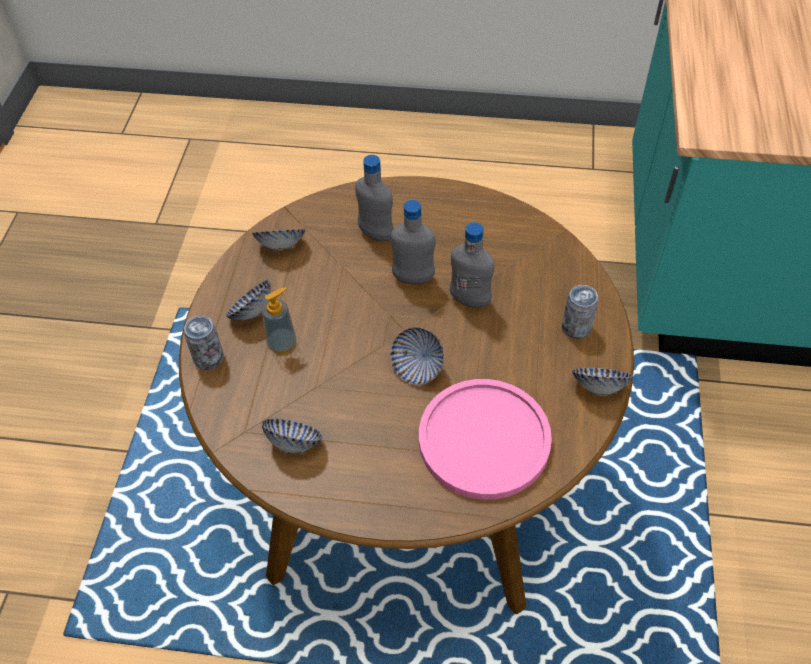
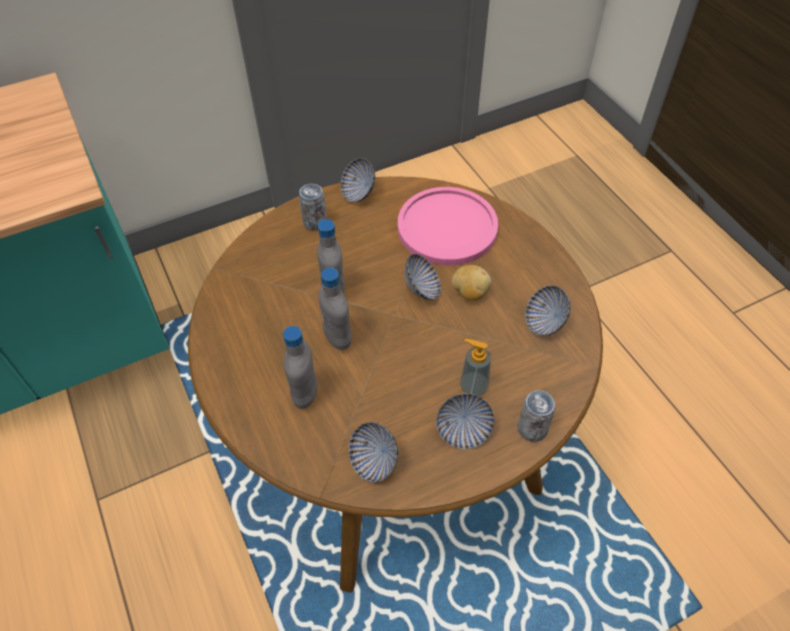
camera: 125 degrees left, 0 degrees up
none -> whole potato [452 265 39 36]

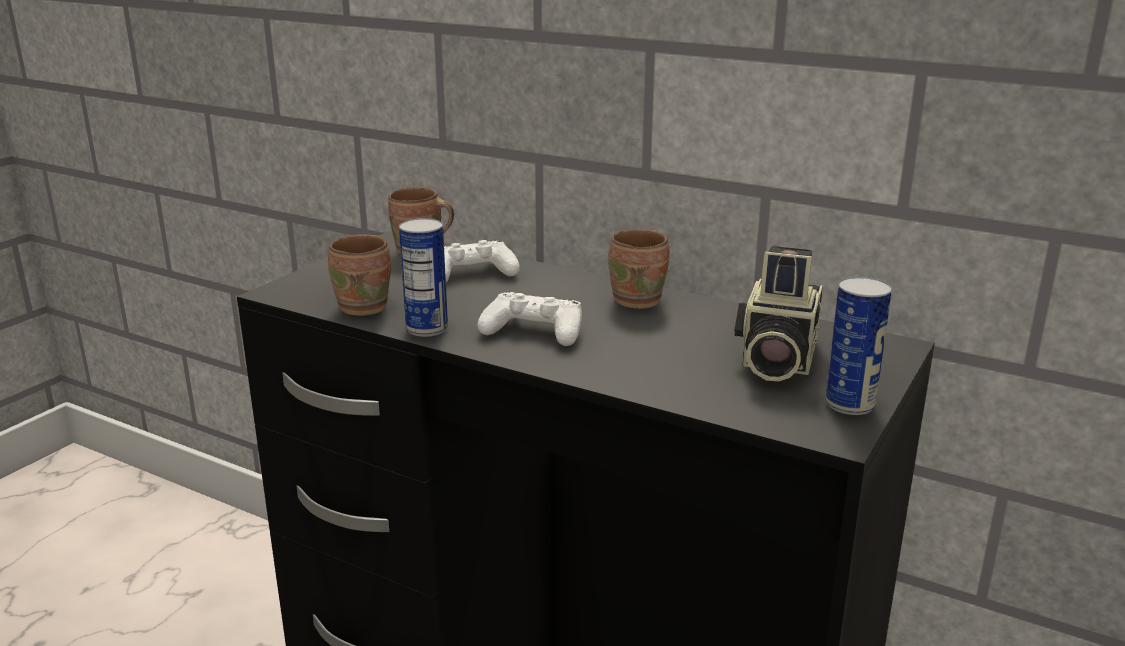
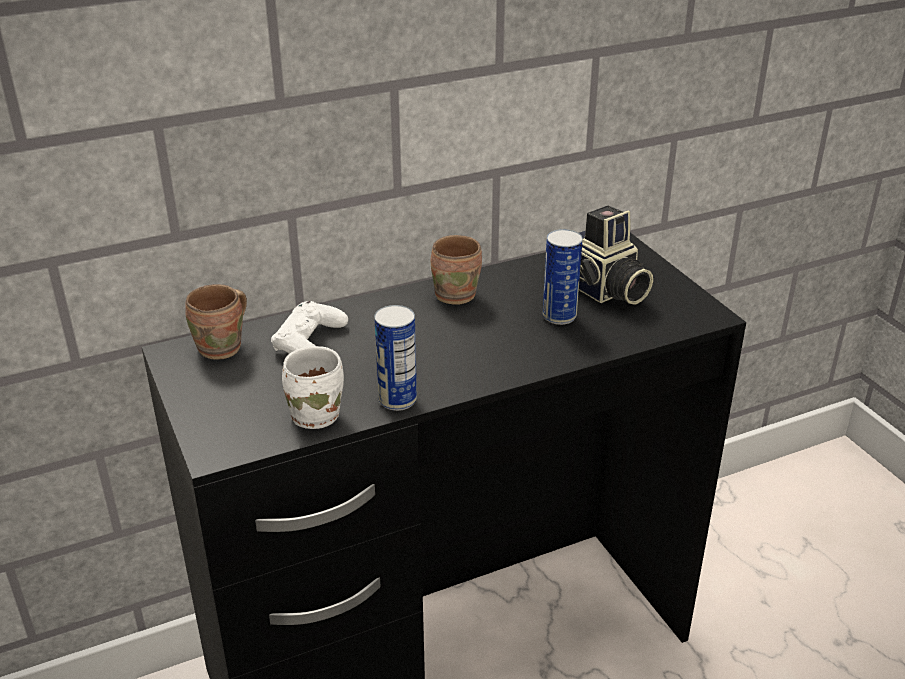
camera: 55 degrees left, 10 degrees up
brownish coffee mug [328 234 63 82] -> white-coloured coffee mug [282 346 62 83]
metal can [825 277 67 138] -> metal can [543 229 40 96], move
white-coloured gamepad [477 292 105 54] -> none

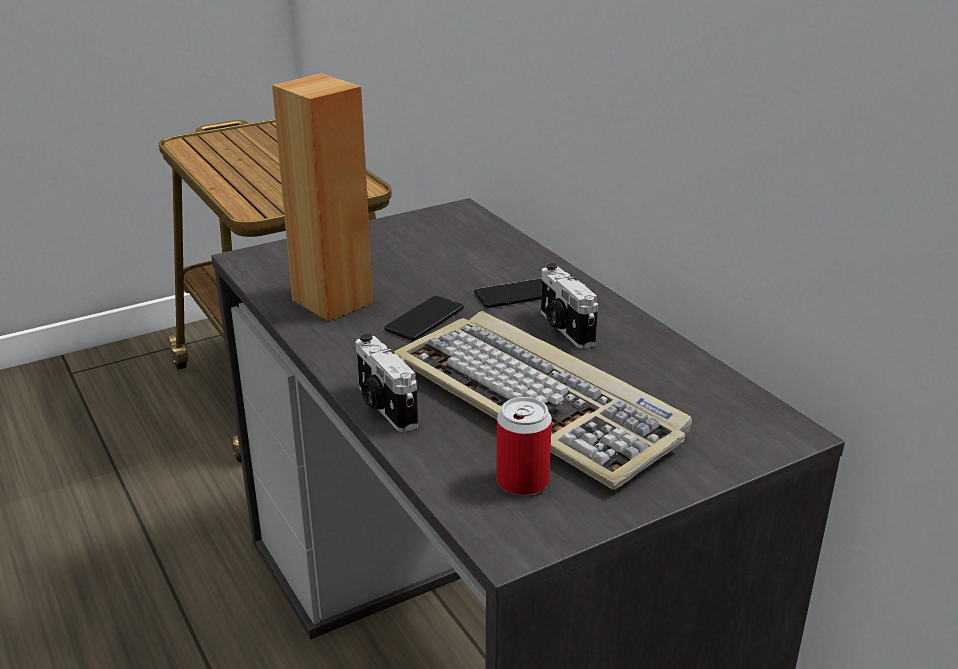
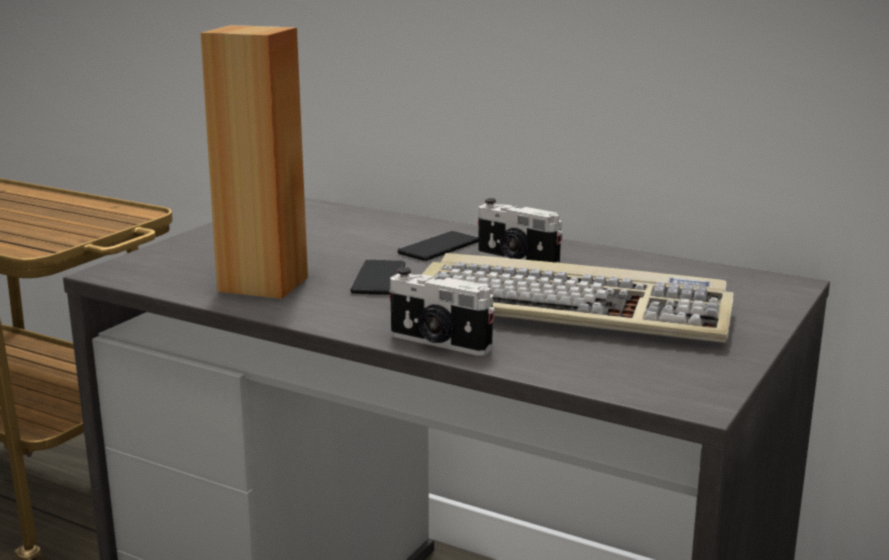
camera: 30 degrees left, 10 degrees down
metal can [496 397 56 98] -> none

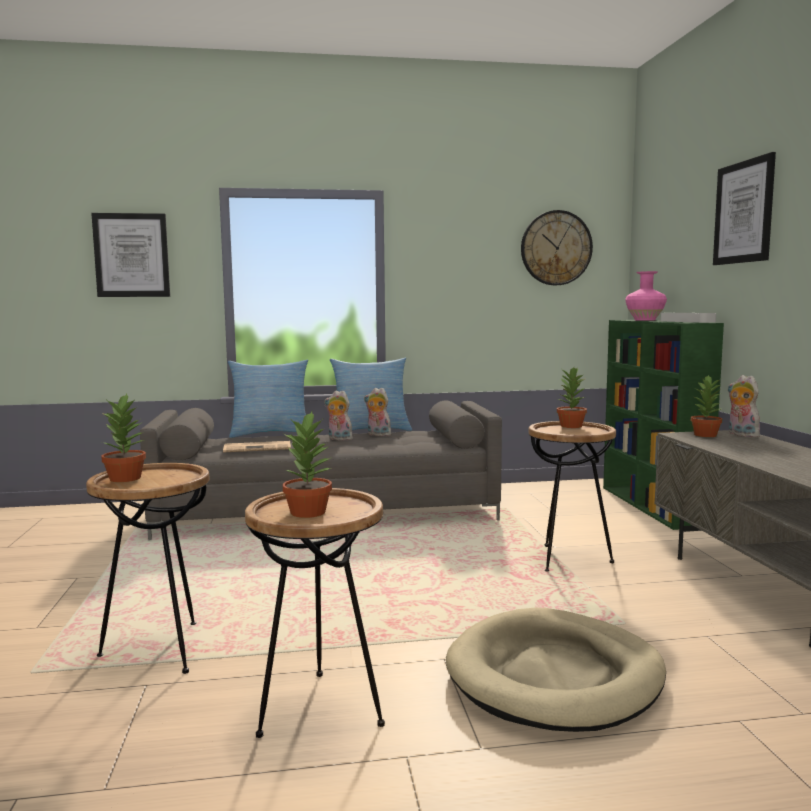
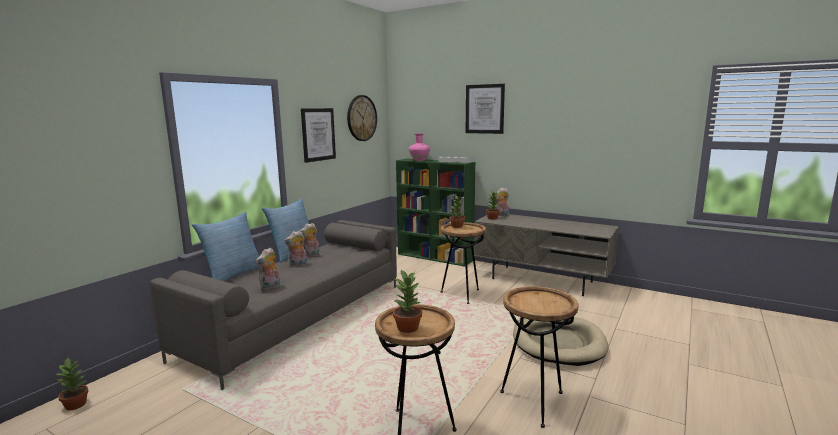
camera: 50 degrees left, 5 degrees up
plant in a pot [283 412 49 106] -> plant in a pot [54 357 34 53], move
daily paper [223 441 68 11] -> plush toy [255 248 25 42]
picture [91 213 79 84] -> picture [301 108 35 55], move

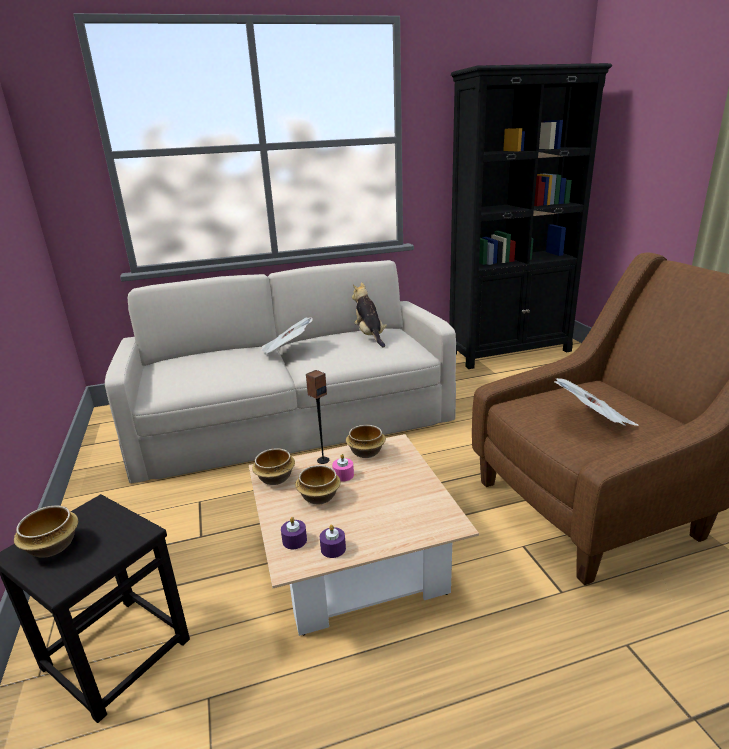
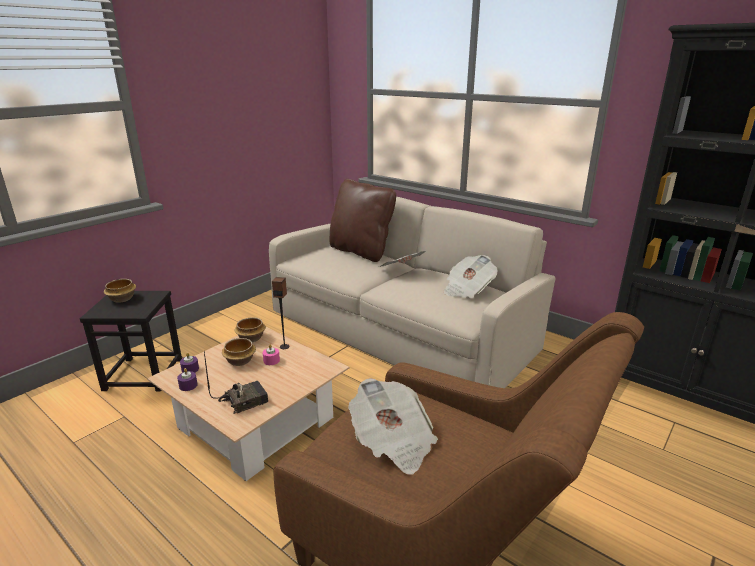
camera: 55 degrees right, 0 degrees up
none -> radio receiver [204 351 64 63]
none -> brownish cushion [329 179 67 83]
plush toy [352 282 35 65] -> daily paper [443 255 55 43]
deep dish [346 425 40 33] -> none

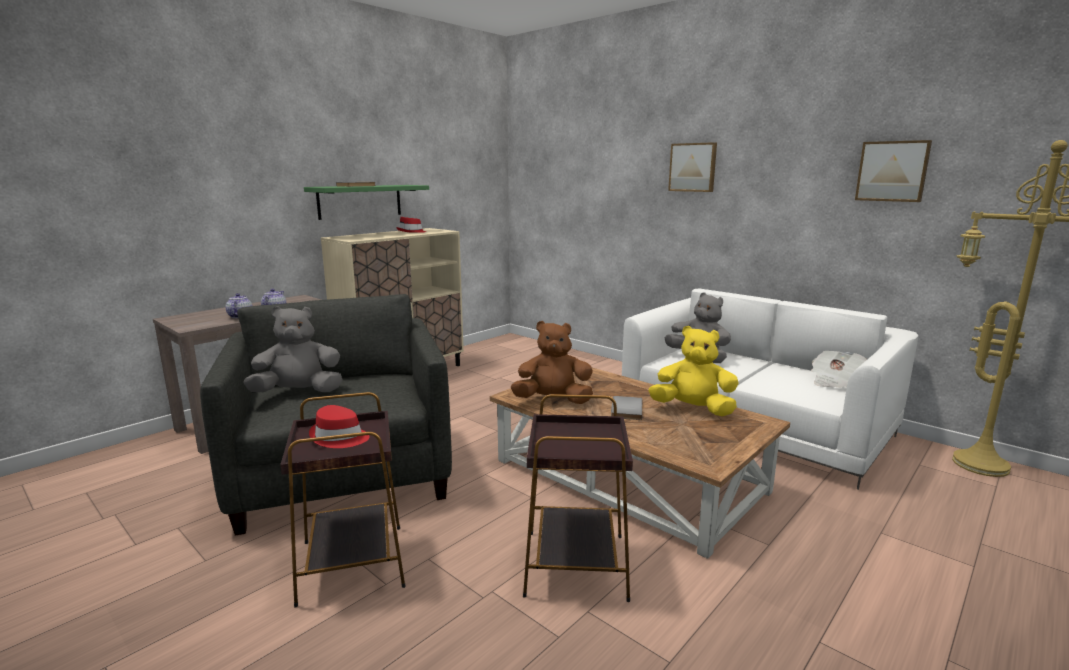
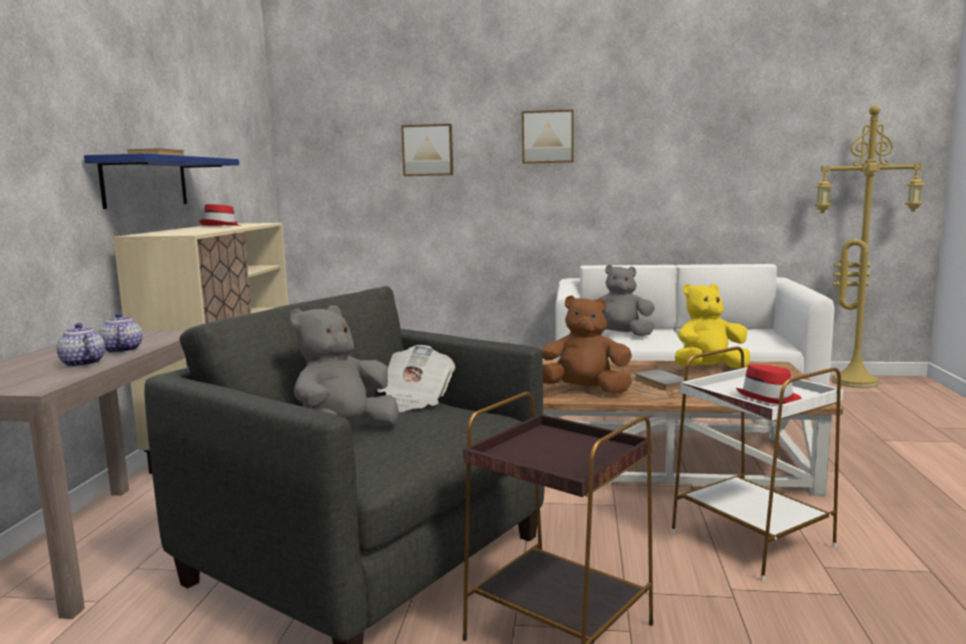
camera: 35 degrees left, 5 degrees down
green-coloured wall shelf [304 185 125 35] -> blue-coloured wall shelf [84 153 155 56]
daily paper [811 351 56 37] -> daily paper [377 345 78 67], move
picture [855 140 77 62] -> picture [401 124 52 52], move
brownish plush toy [511 321 82 83] -> brownish plush toy [542 296 90 98], 45 degrees clockwise
brownish end table [523 394 110 208] -> white-coloured end table [671 346 172 235]
reddish hat [309 405 61 43] -> reddish hat [736 364 66 40], move

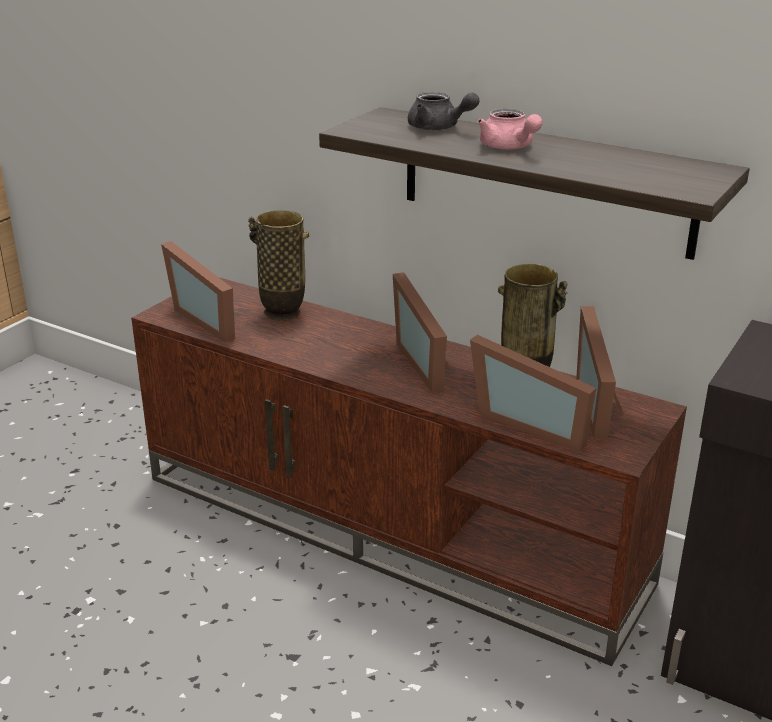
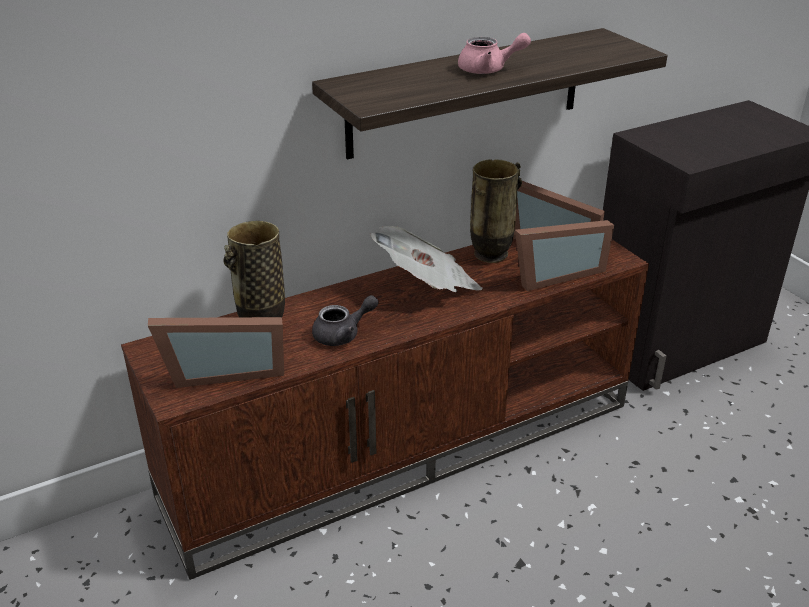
camera: 60 degrees left, 5 degrees up
grey tea pot [408 92 71 39] -> grey tea pot [312 295 67 51], move
photo frame [393 272 57 120] -> daily paper [370 226 112 66]

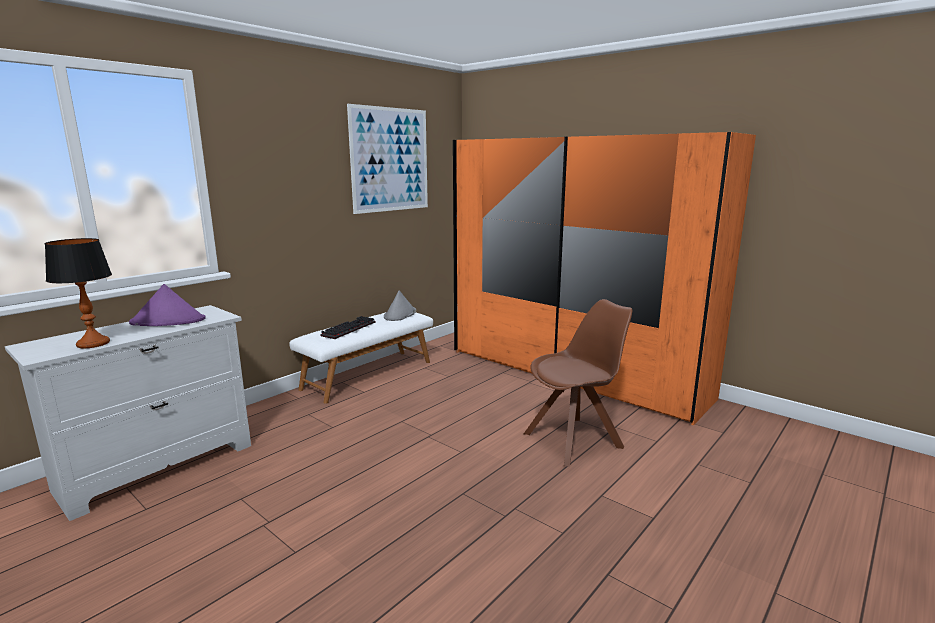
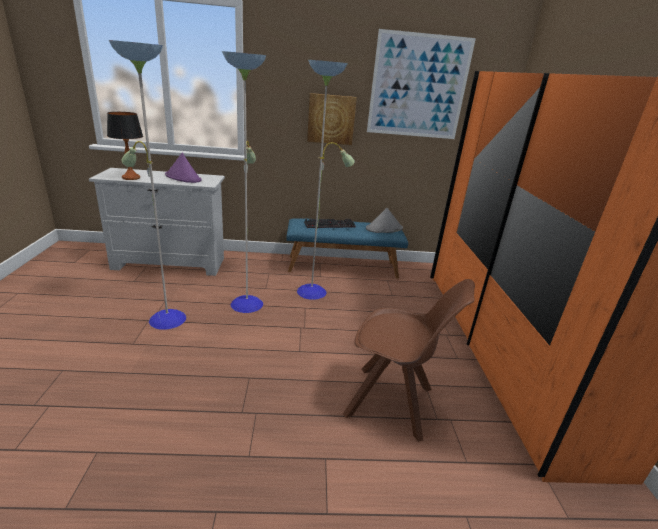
camera: 45 degrees right, 10 degrees up
none -> standard lamp [109 40 246 290]
white-coloured bench [289 312 144 92] -> blue-coloured bench [286 218 122 61]
none -> picture [307 93 50 52]

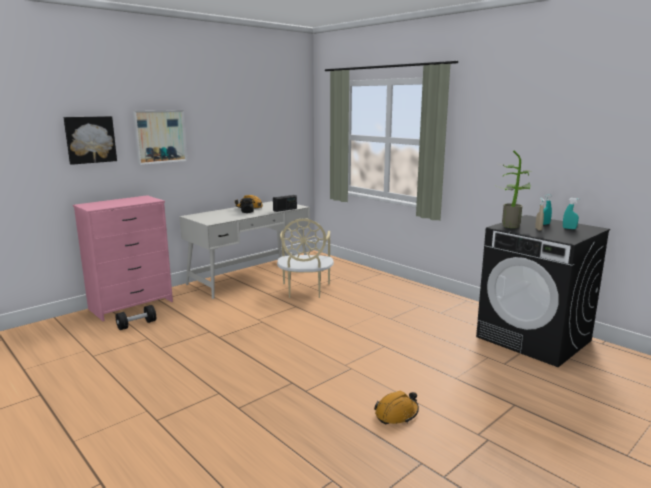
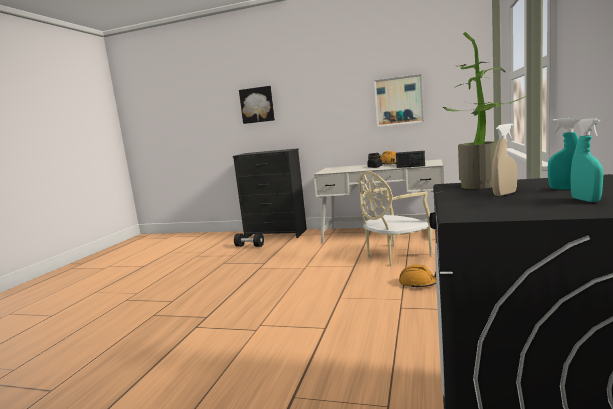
camera: 60 degrees right, 5 degrees down
pink-coloured drawer chest [73 195 100 126] -> black-coloured drawer chest [233 148 74 90]
picture [133 110 55 55] -> picture [374 74 50 53], move
orange-coloured safety helmet [374 391 45 33] -> orange-coloured safety helmet [399 265 37 23], move

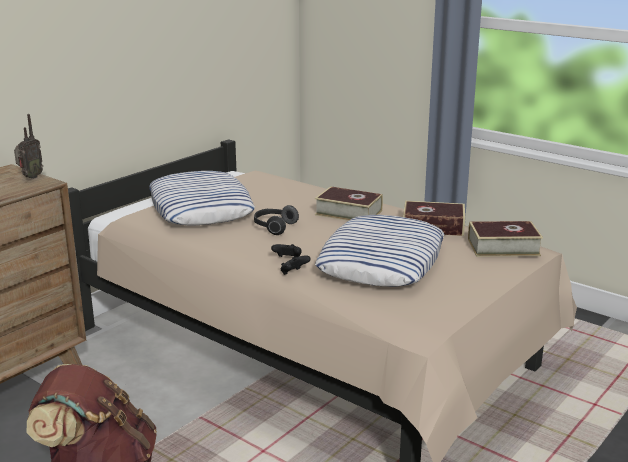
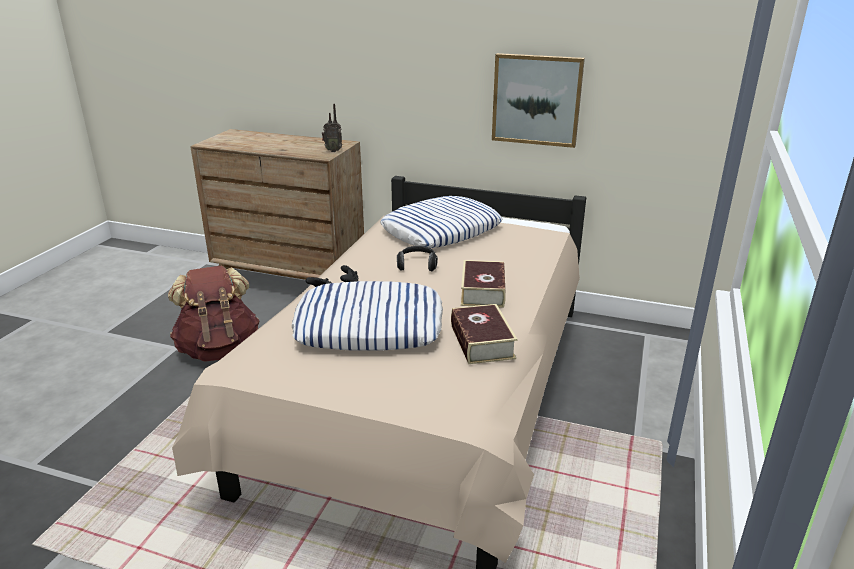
camera: 70 degrees right, 5 degrees up
none -> picture [492 53 93 95]
book [468 221 75 36] -> none

